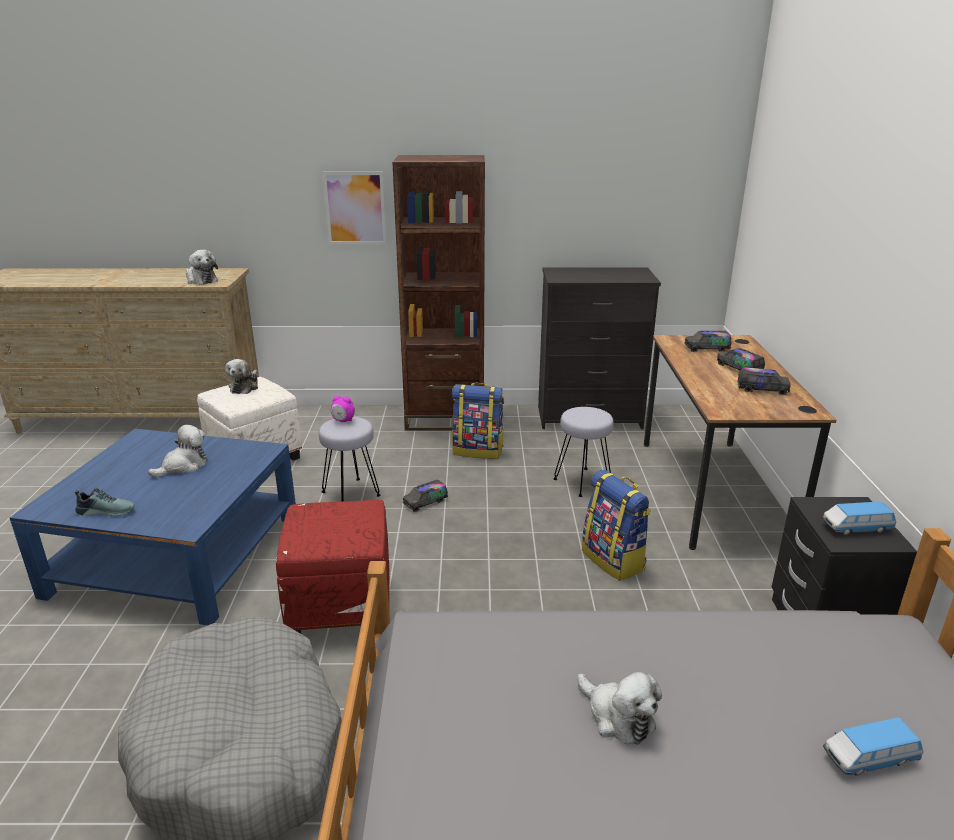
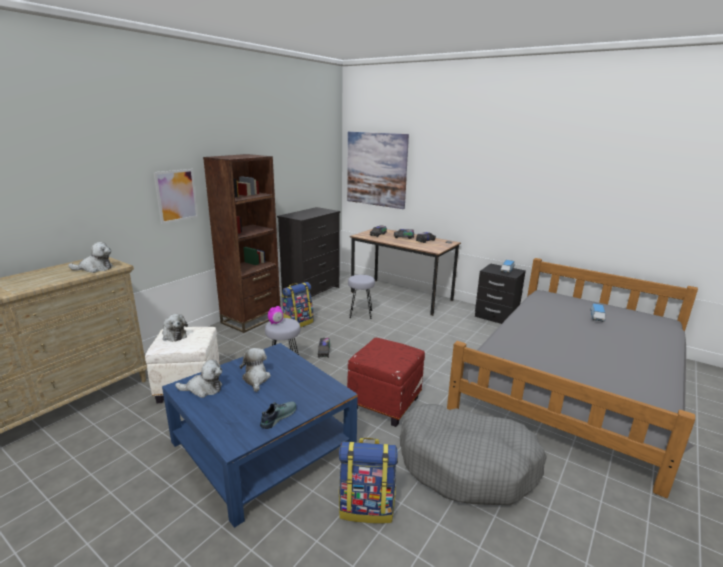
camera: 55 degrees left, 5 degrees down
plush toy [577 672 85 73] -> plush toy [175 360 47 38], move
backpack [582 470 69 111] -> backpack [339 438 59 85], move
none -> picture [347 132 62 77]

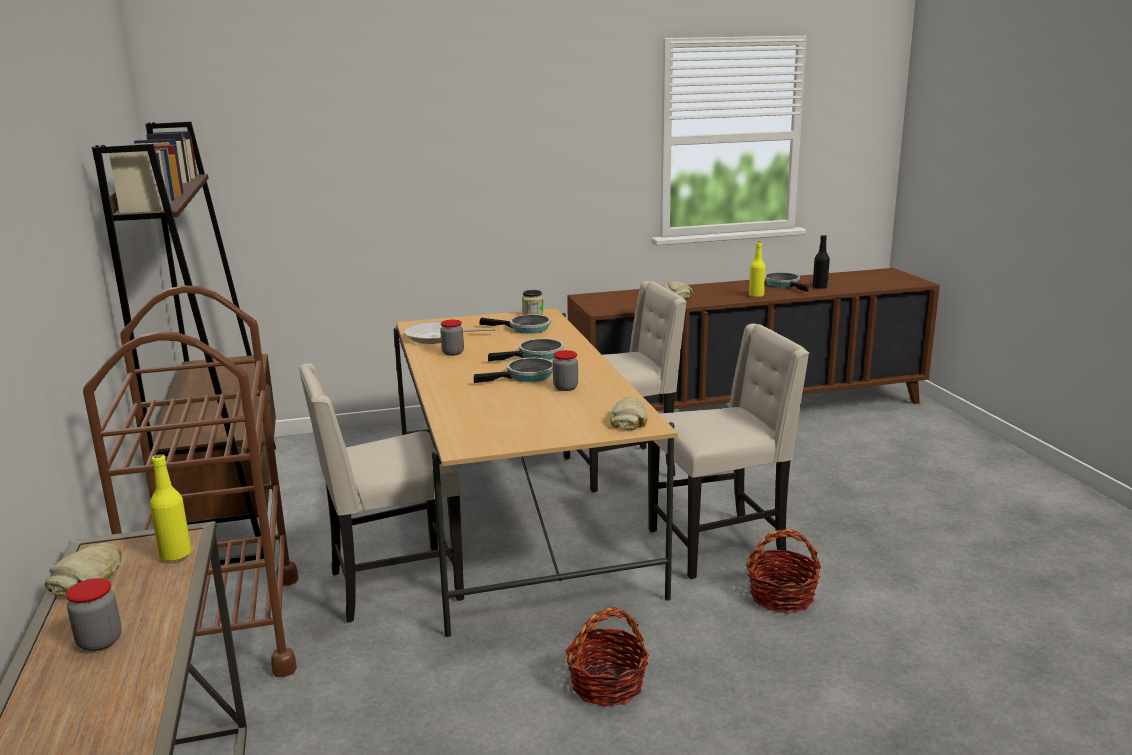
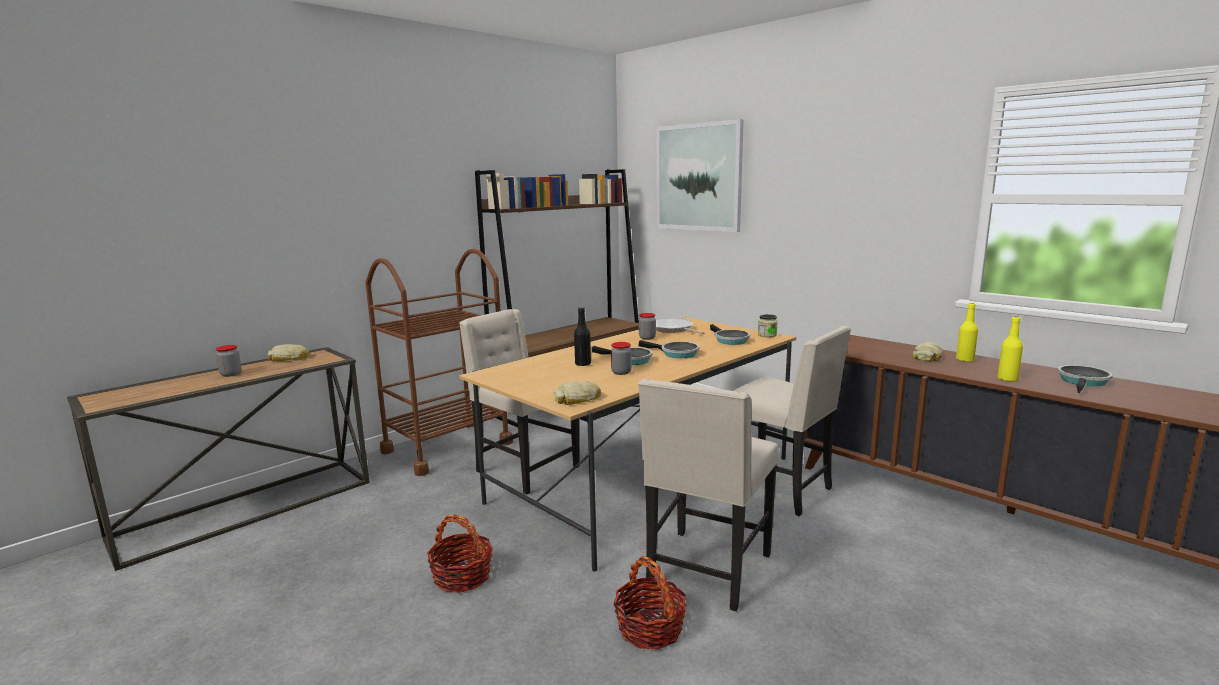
camera: 60 degrees right, 5 degrees down
black-coloured beverage bottle [813 235 17 54] -> black-coloured beverage bottle [574 307 17 59], move
beige chair [648 323 161 256] -> beige chair [638 379 141 232], 75 degrees clockwise
none -> picture [656 119 88 113]
yellowish beverage bottle [150 454 41 108] -> yellowish beverage bottle [956 303 22 59], move

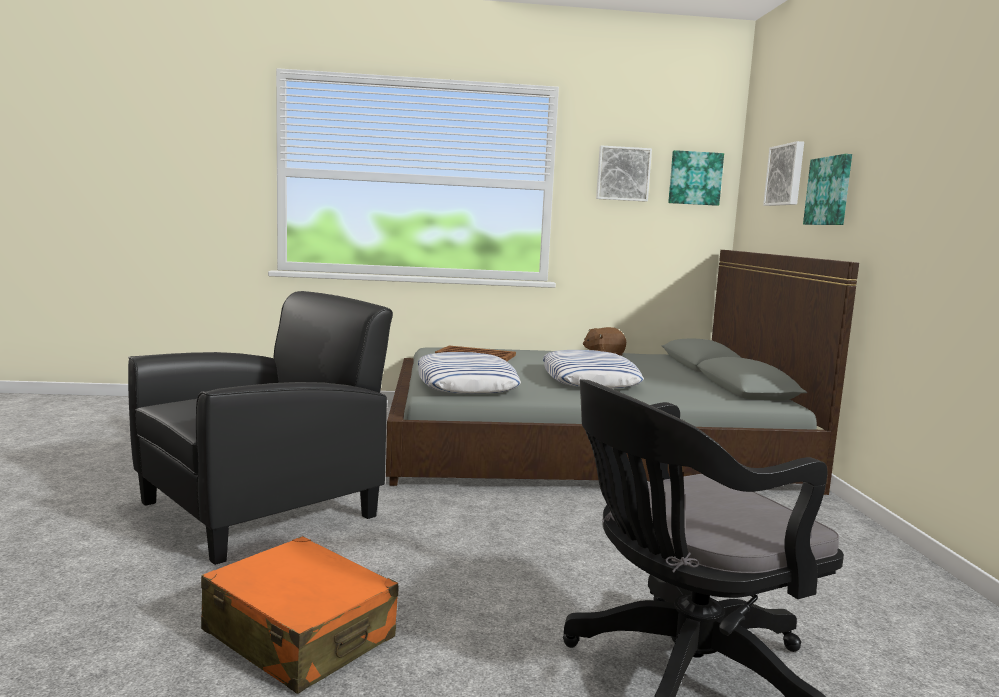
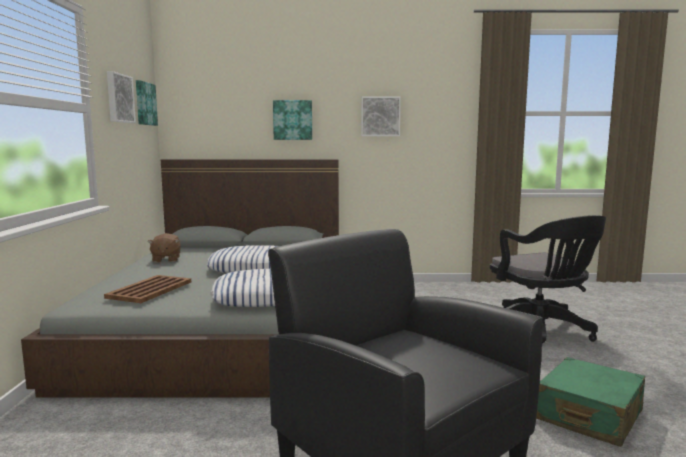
camera: 85 degrees left, 0 degrees up
picture [763 141 41 65] -> picture [361 97 40 39], move
orange-coloured travel case [201 536 198 158] -> green-coloured travel case [536 357 109 90]

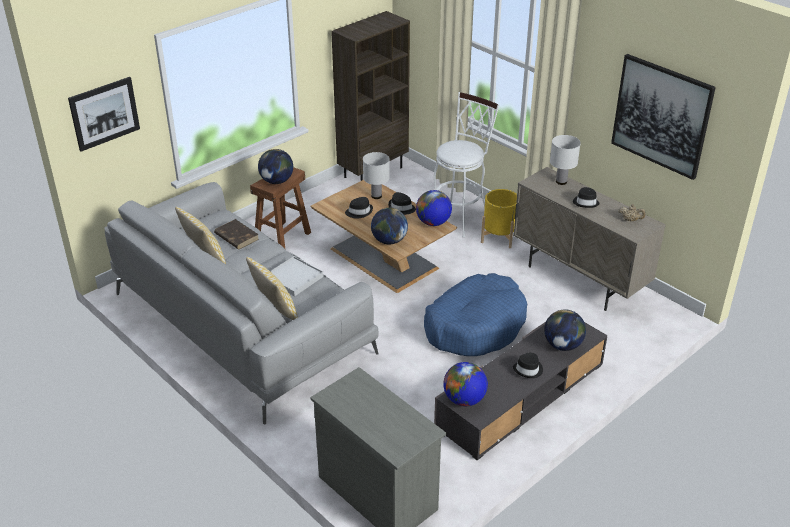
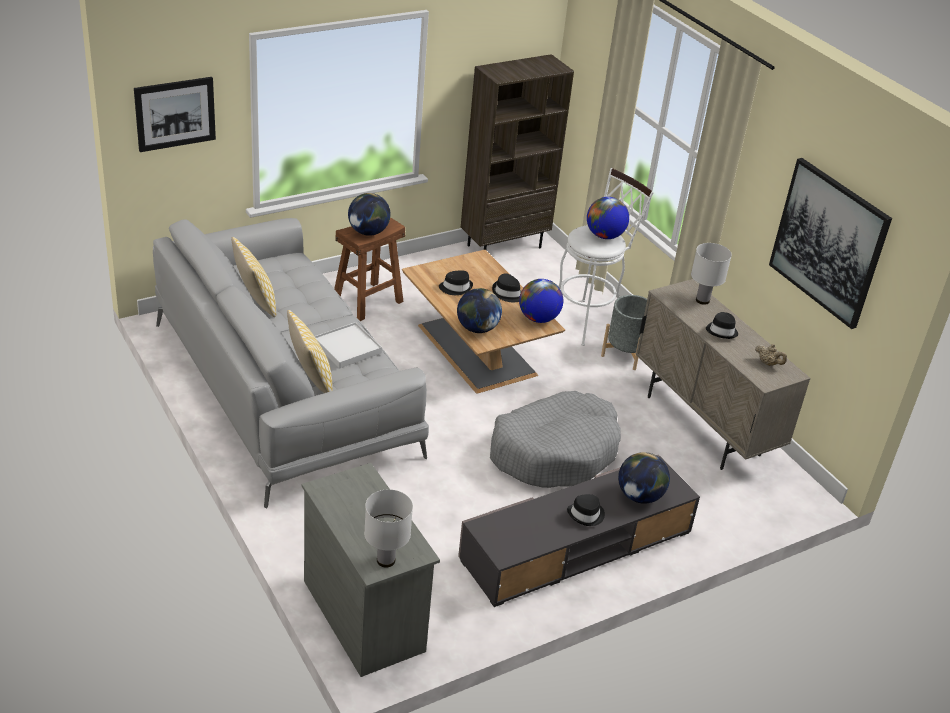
camera: 10 degrees right, 0 degrees up
white-coloured tabletop lamp [363 152 27 47] -> white-coloured tabletop lamp [364 489 49 79], move
blue-coloured dog bed [424 273 103 83] -> grey dog bed [490 391 131 97]
desk globe [443 362 45 44] -> desk globe [587 197 42 42], move
yellowish flower pot [481 189 36 59] -> grey flower pot [601 295 46 75]
brownish book [214 219 45 30] -> none

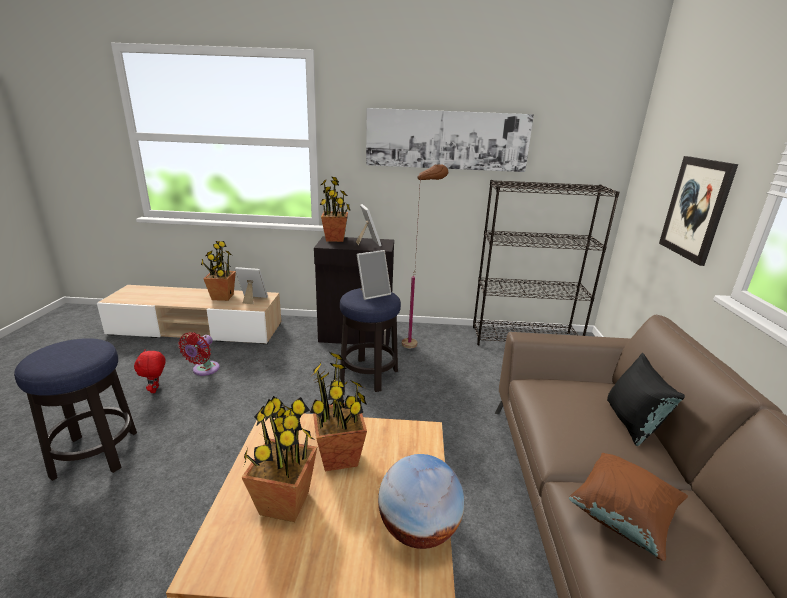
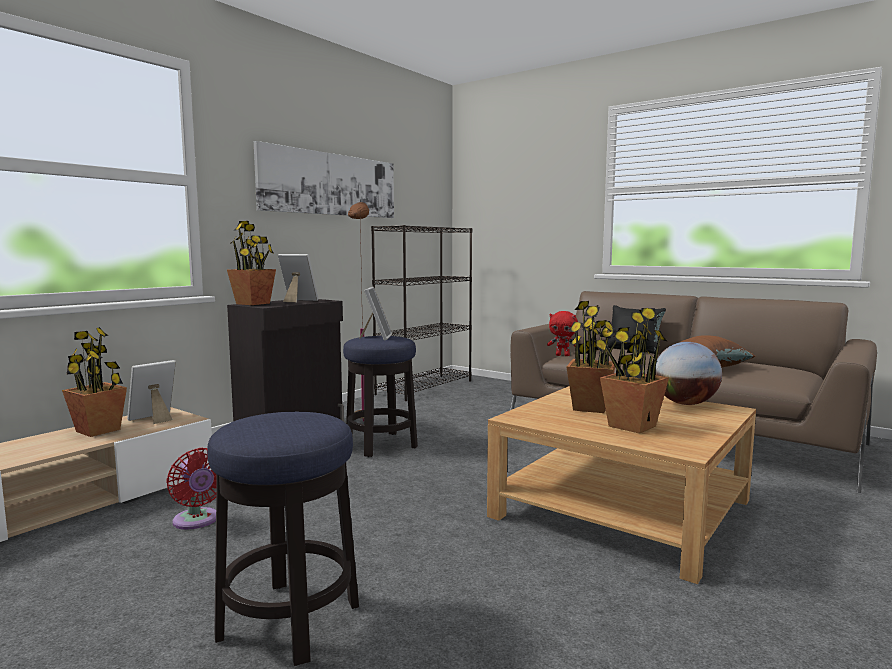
camera: 55 degrees left, 15 degrees down
reddish plush toy [134 349 32 44] -> reddish plush toy [547 311 31 45], move
picture [659 156 79 110] -> none

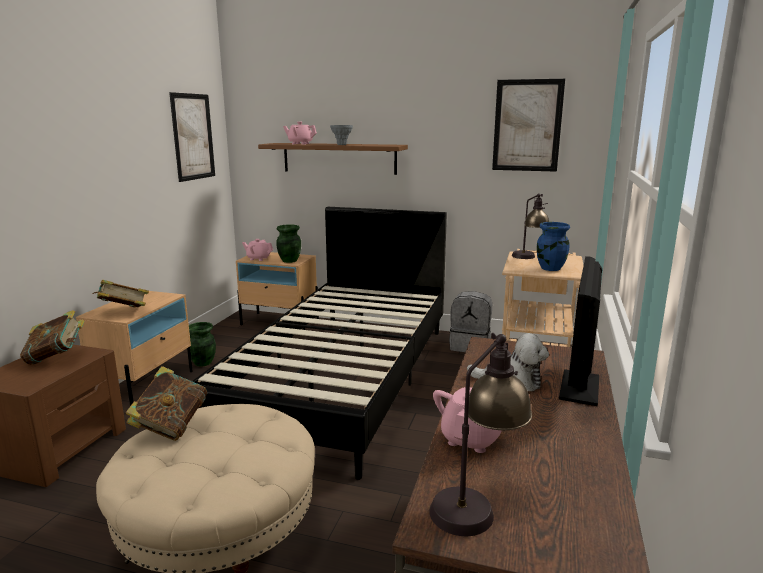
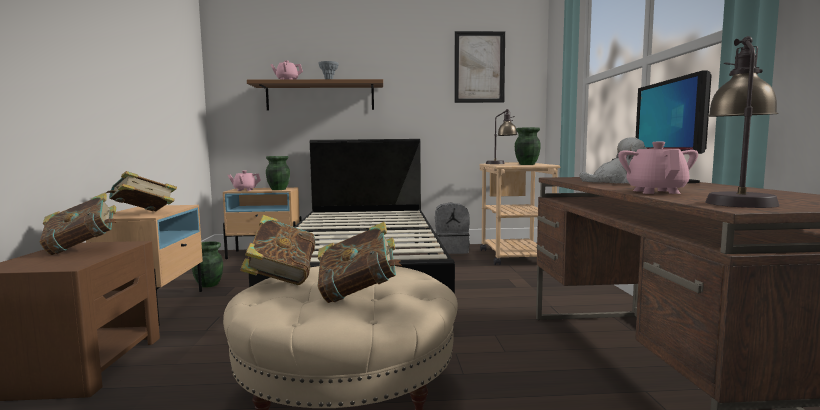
camera: 20 degrees left, 10 degrees down
none -> book [318 222 84 81]
blue-coloured flower vase [537 222 33 49] -> green-coloured flower vase [515 127 26 38]
picture [169 92 46 90] -> none

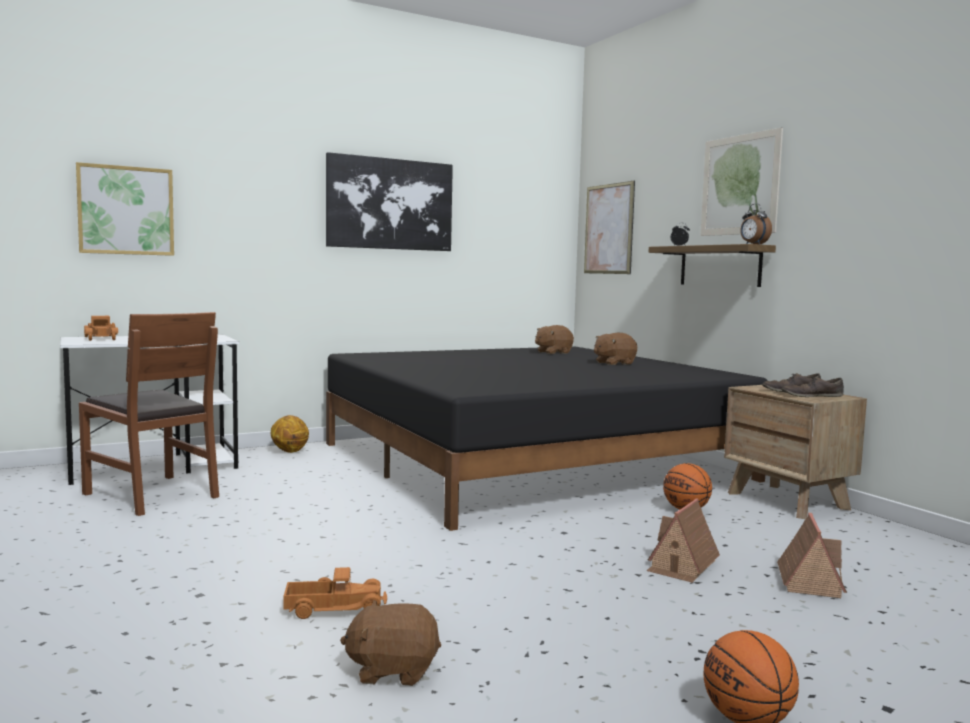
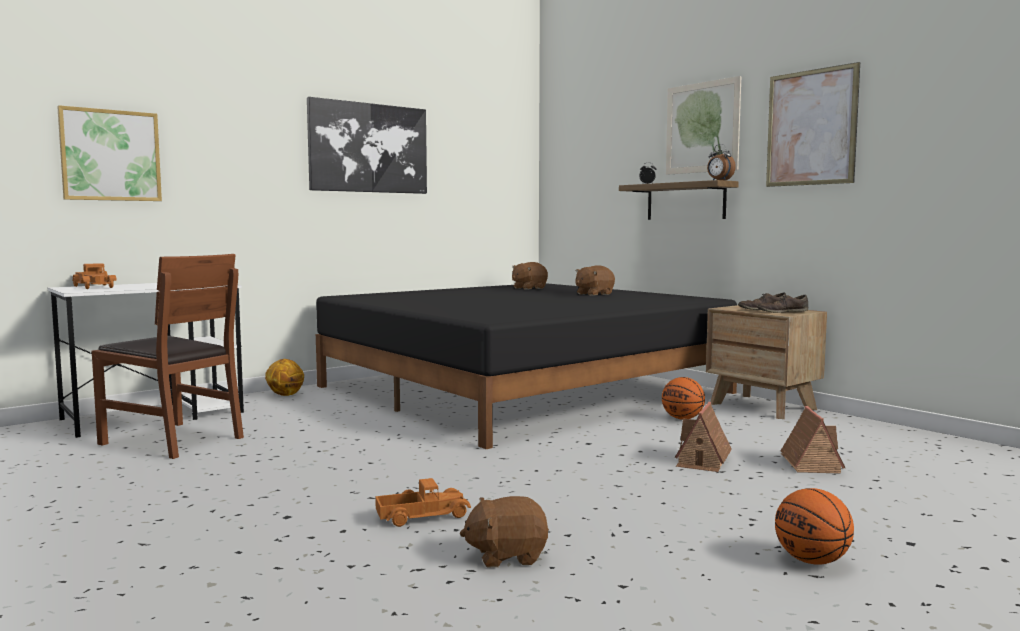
camera: 10 degrees left, 0 degrees up
picture [584 181 51 93] -> picture [766 62 94 125], move

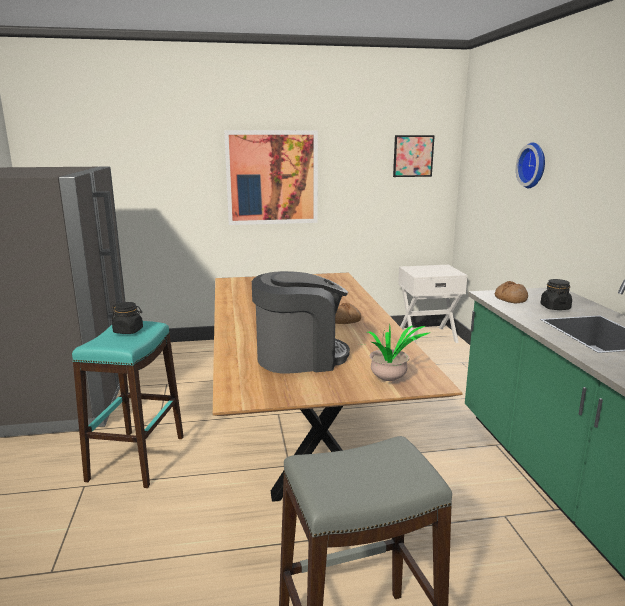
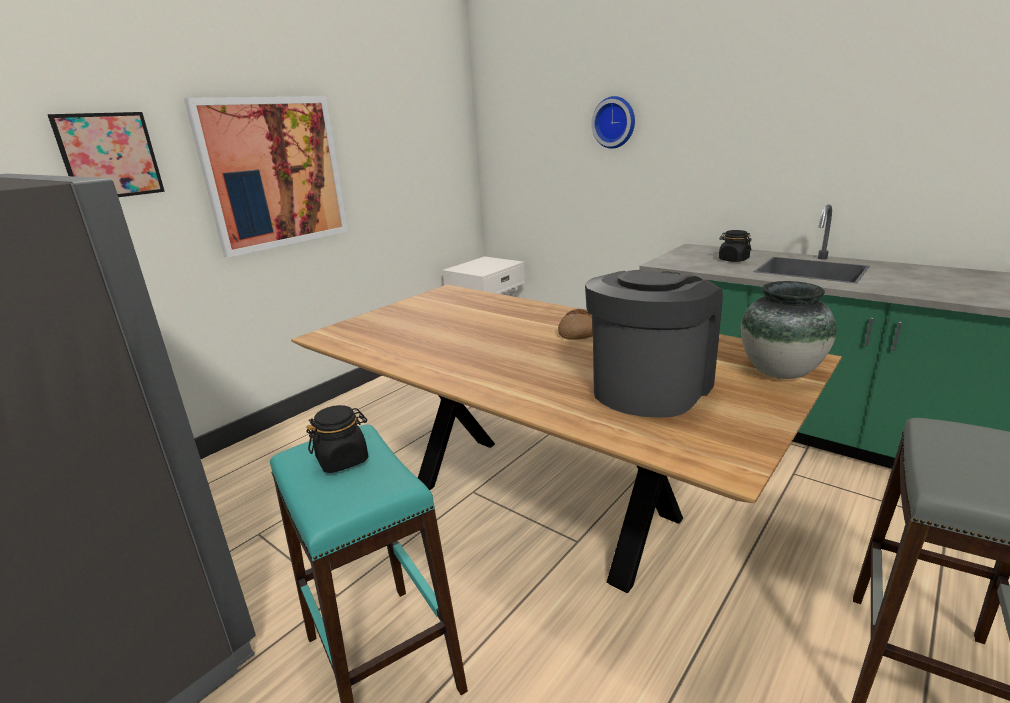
camera: 40 degrees left, 5 degrees up
picture [393 135 42 42] -> picture [48 112 117 85], move
plant in a pot [361 325 68 56] -> flower vase [741 281 96 98]
bread [495 281 33 22] -> none

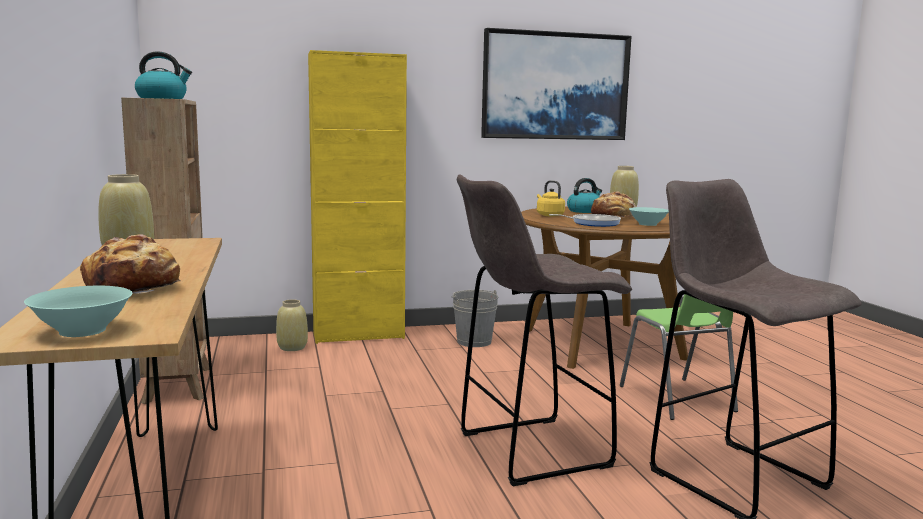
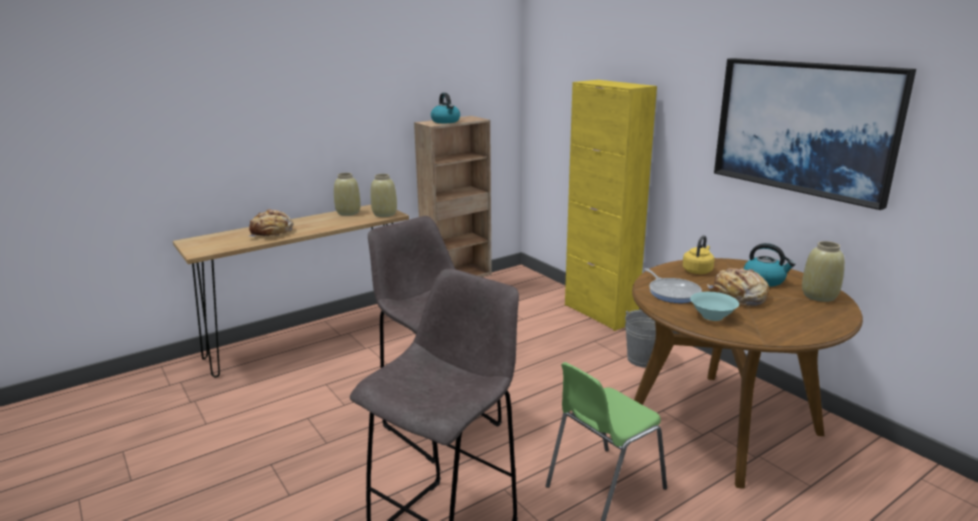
camera: 70 degrees right, 10 degrees up
beige flower vase [276 299 32 52] -> beige flower vase [371 174 26 43], move
turquoise deep dish [24 286 108 51] -> none

